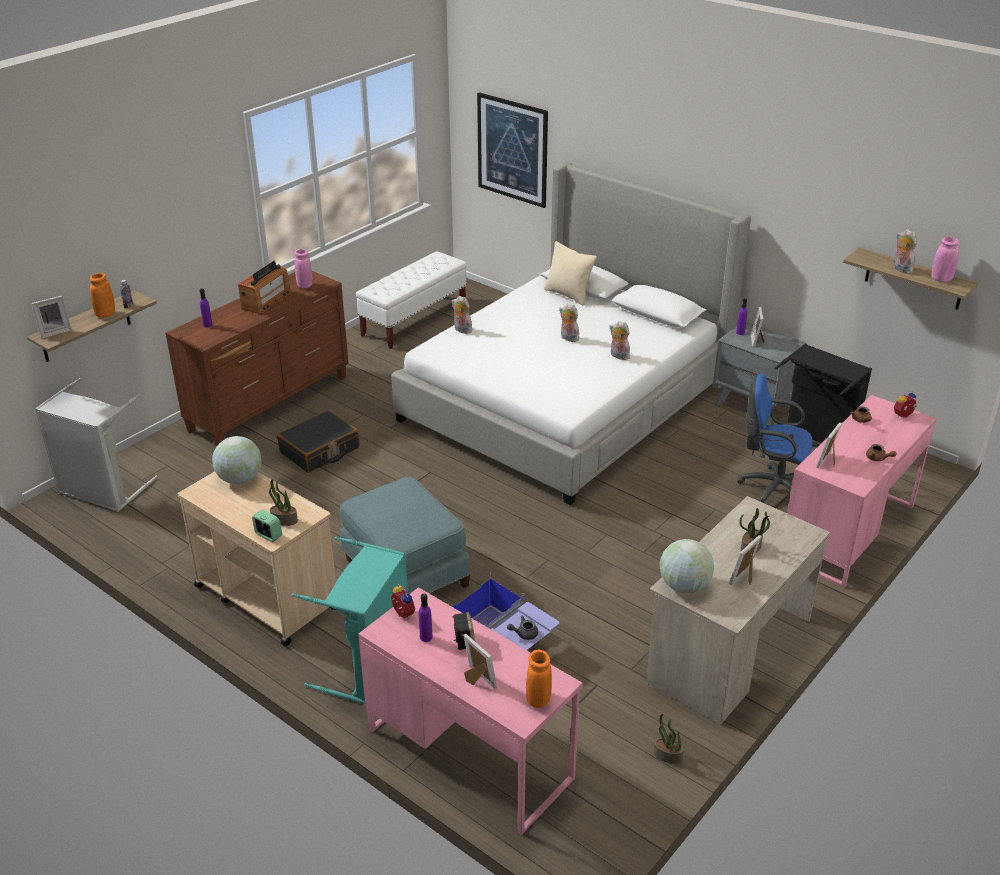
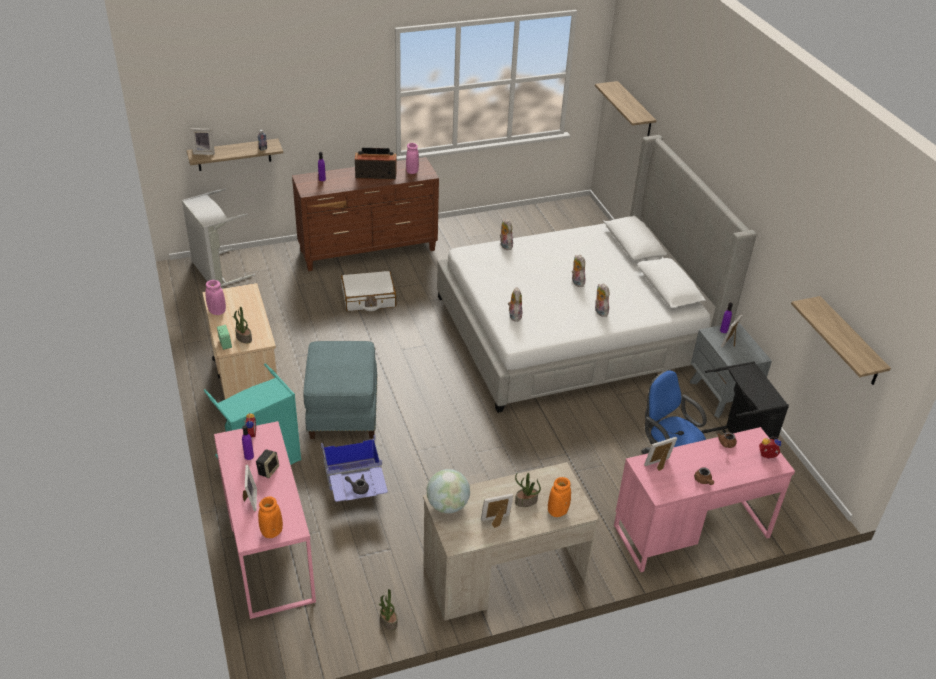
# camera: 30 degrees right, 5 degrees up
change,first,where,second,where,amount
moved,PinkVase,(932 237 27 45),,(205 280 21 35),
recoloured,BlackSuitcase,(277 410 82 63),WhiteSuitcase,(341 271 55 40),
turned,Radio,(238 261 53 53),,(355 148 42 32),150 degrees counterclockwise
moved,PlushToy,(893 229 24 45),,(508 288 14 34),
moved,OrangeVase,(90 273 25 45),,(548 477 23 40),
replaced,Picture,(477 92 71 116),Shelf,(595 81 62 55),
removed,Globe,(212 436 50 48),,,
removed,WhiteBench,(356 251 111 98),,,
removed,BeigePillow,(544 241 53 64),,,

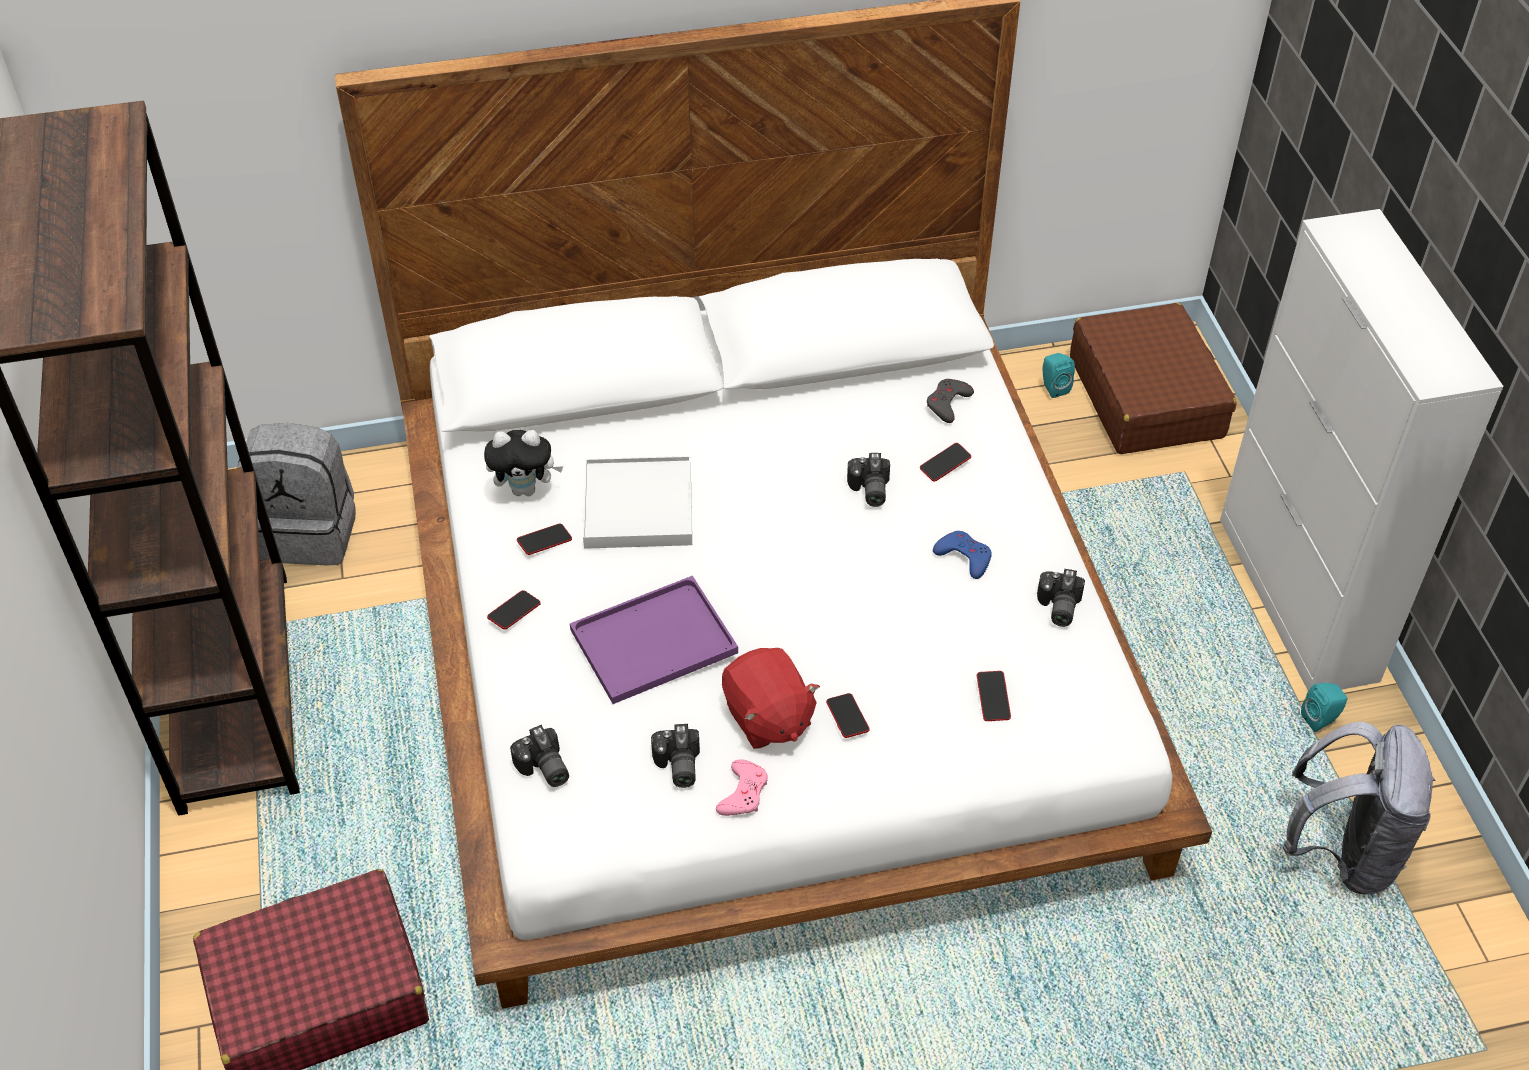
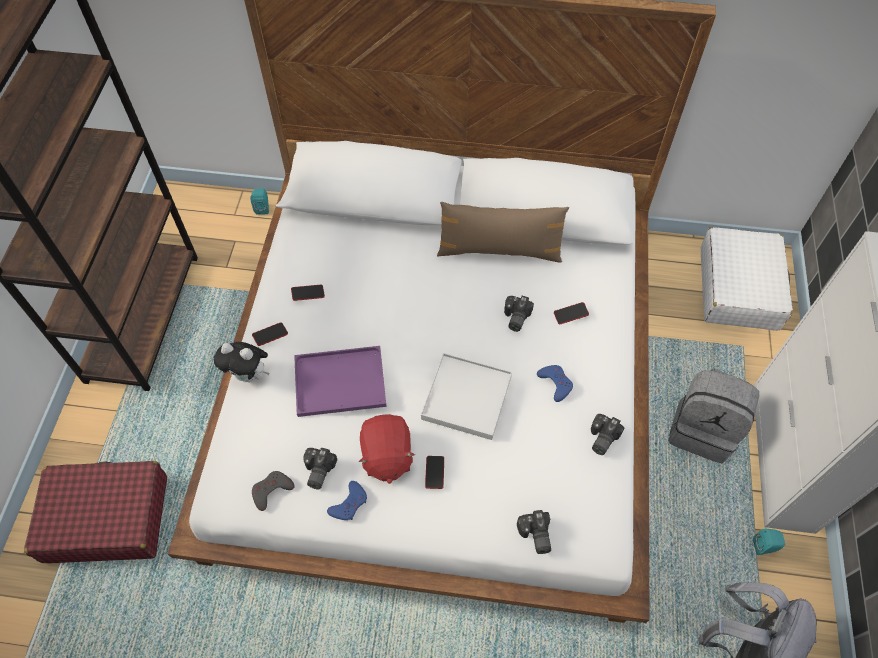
# camera: 20 degrees right, 10 degrees up
change,first,where,second,where,amount
moved,PlushToy,(484 430 79 66),,(214 342 55 40),
moved,TurquoiseSpeaker,(1043 353 32 45),,(250 189 19 26),
moved,GreyGameController,(927 379 47 44),,(252 471 43 40),
recoloured,PinkGameController,(716 759 52 57),BlueGameController,(327 481 40 39),
moved,WhiteTray,(583 456 109 93),,(421 353 91 87),
added,,,BrownPillow,(437 202 132 61),
moved,PhotoCamera,(510 725 59 62),,(517 510 34 44),
moved,GreyBackpack,(237 423 119 142),,(668 368 91 95),
recoloured,BrownSuitcase,(1070 303 167 151),WhiteSuitcase,(701 227 92 104),
removed,Phone,(977 671 34 50),,,

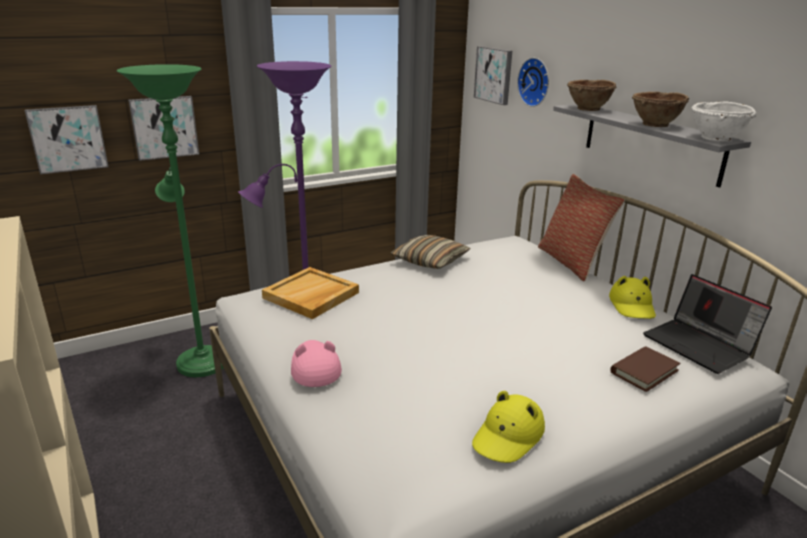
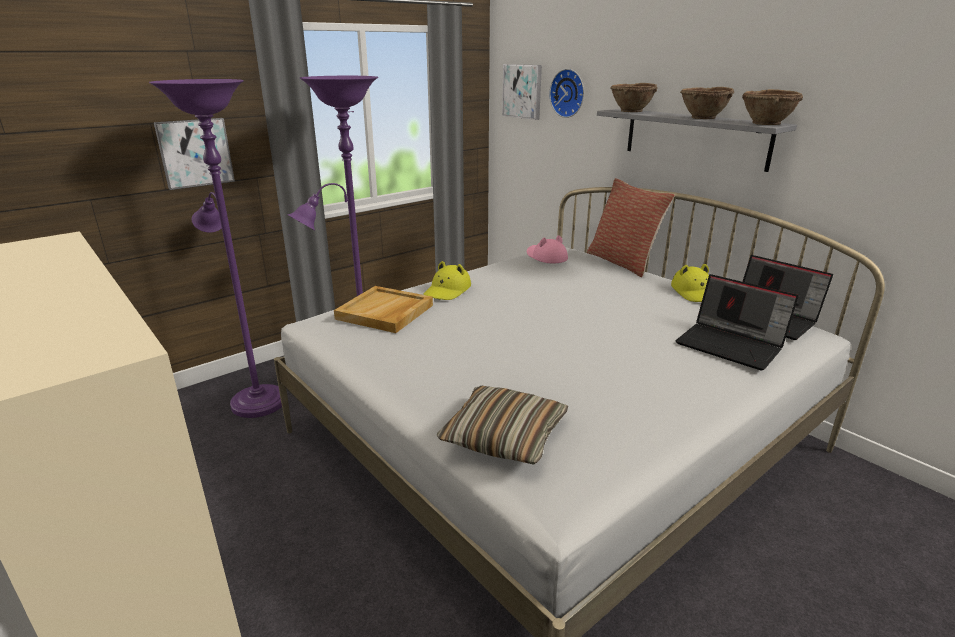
# camera: 10 degrees left, 0 degrees up
change,first,where,second,where,amount
recoloured,GreenFloorLamp,(117 64 106 313),PurpleFloorLamp,(149 79 133 339),
moved,YellowHat,(472 391 73 72),,(423 261 48 39),
moved,Pillow,(391 235 80 34),,(436 386 132 79),
moved,PinkHat,(291 340 51 47),,(527 235 41 28),
replaced,BrownBook,(610 346 71 46),Laptop,(676 274 123 97),
recoloured,WhiteBowl,(691 101 65 40),BrownBowl,(742 89 61 36),
removed,Picture,(25 105 83 69),,,

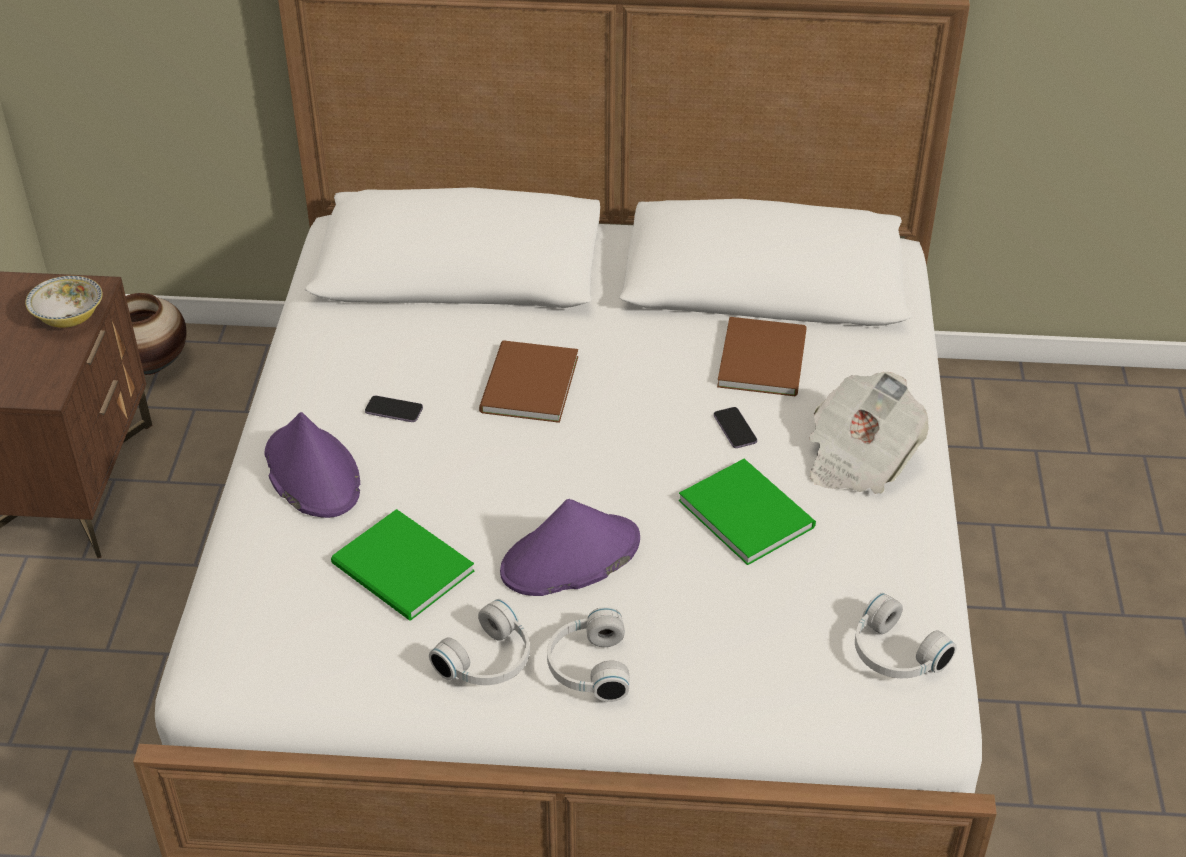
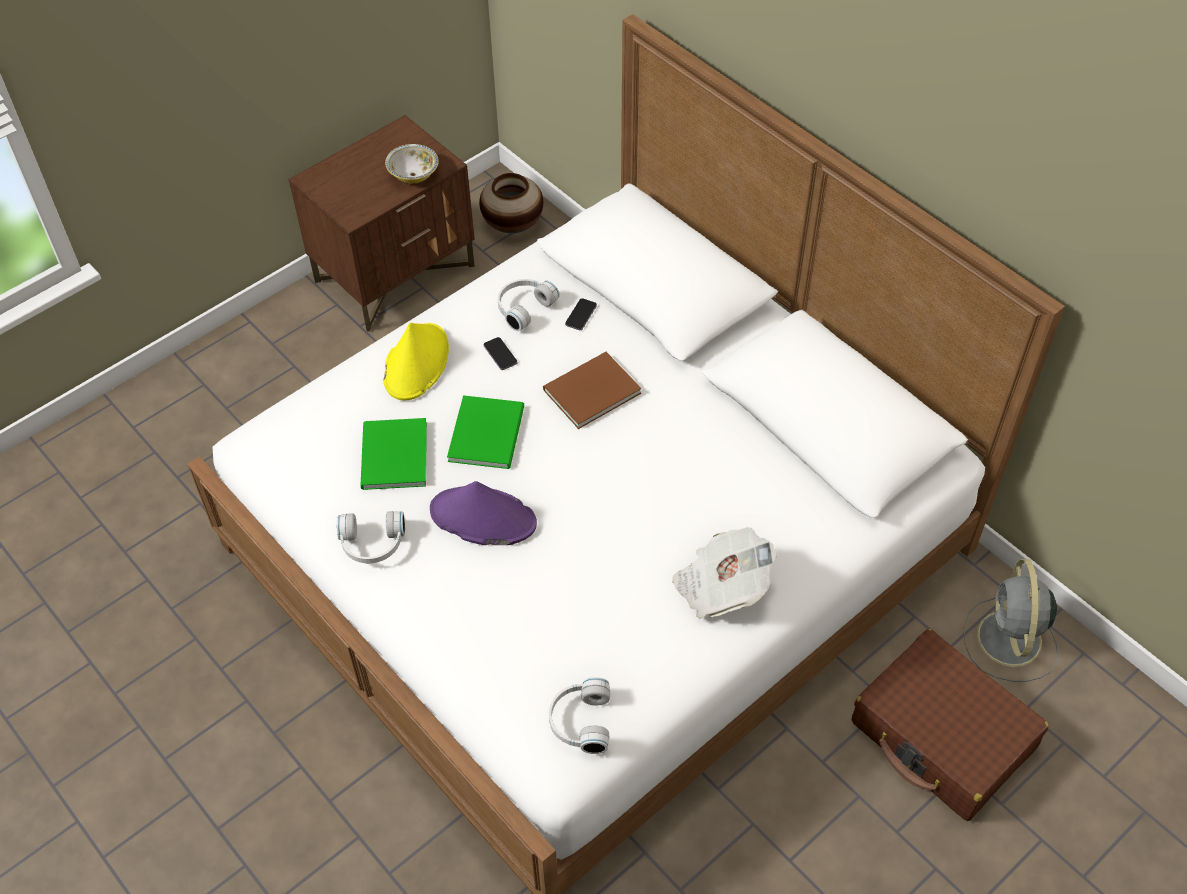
# camera: 45 degrees right, 10 degrees up
change,first,where,second,where,amount
recoloured,PurpleHat,(264 412 96 106),YellowHat,(383 323 66 77),
moved,GreenBook,(679 459 137 106),,(447 395 77 74),
moved,WhiteHeadphones,(547 607 83 95),,(498 279 62 52),
moved,Phone,(714 407 43 41),,(565 298 32 32),
added,,,BrownSuitcase,(852 629 197 192),
added,,,GreyFan,(964 559 95 122),
removed,BrownBook,(717 317 90 79),,,

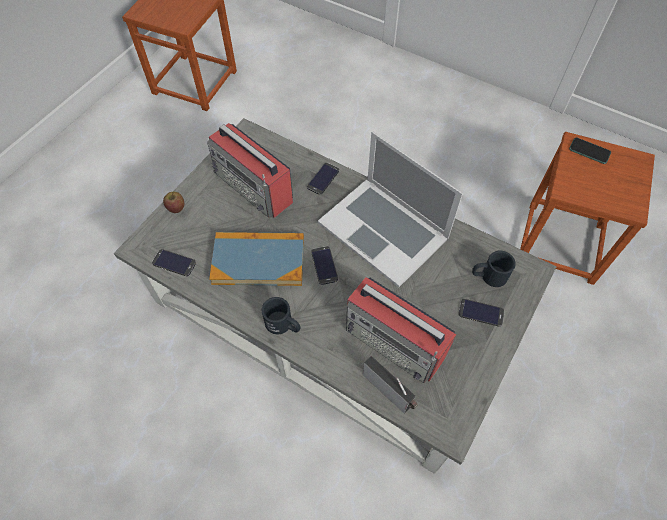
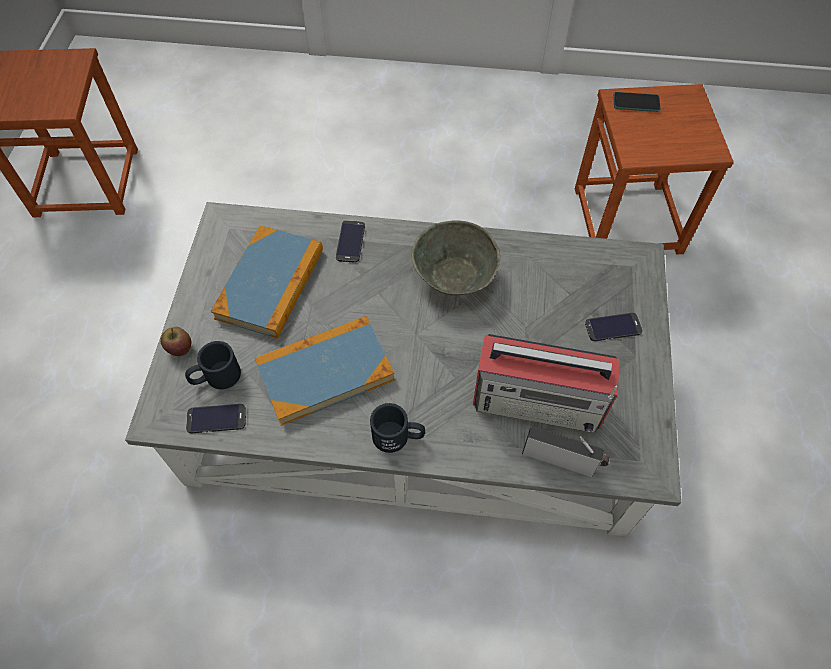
# camera: 25 degrees left, 0 degrees up
change,first,where,second,where,amount
moved,BlackMug,(472 251 44 36),,(185 341 56 48),
replaced,Radio,(207 123 86 95),Book,(211 226 112 113),
replaced,Laptop,(318 131 145 157),GreyBowl,(411 220 89 76),
removed,Phone,(311 246 27 39),,,

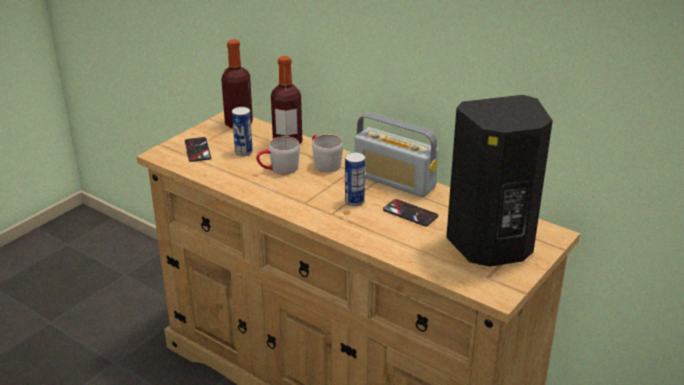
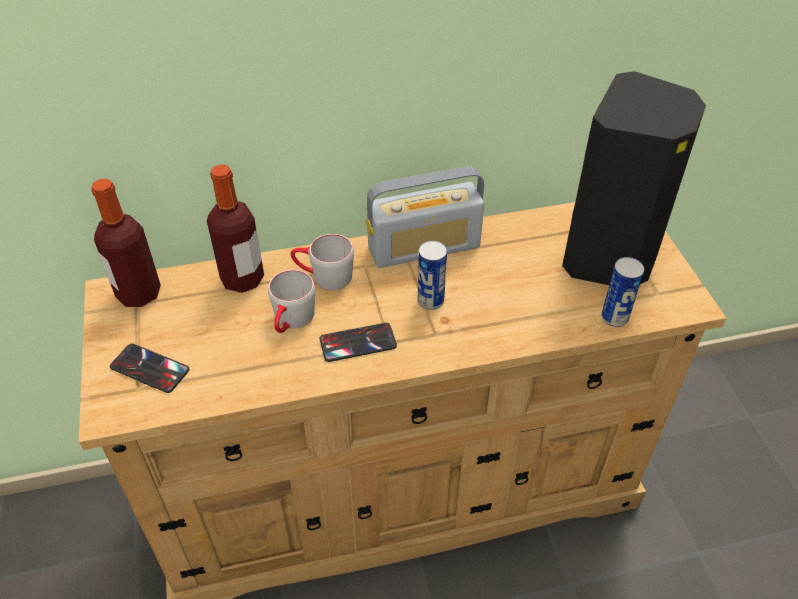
# camera: 50 degrees left, 15 degrees up
change,first,where,second,where,amount
moved,Phone,(383 199 55 27),,(319 323 78 39),
moved,Can,(232 107 21 49),,(601 257 43 70),

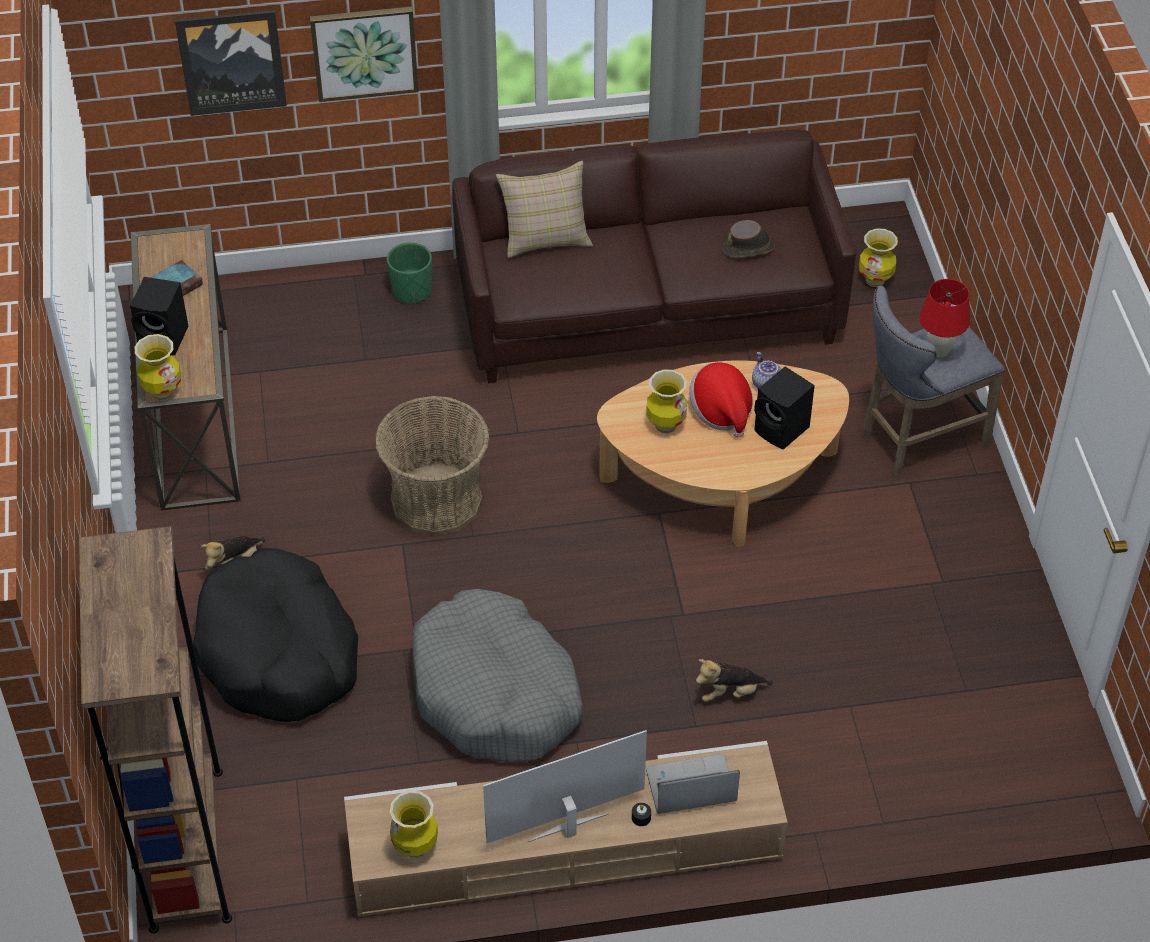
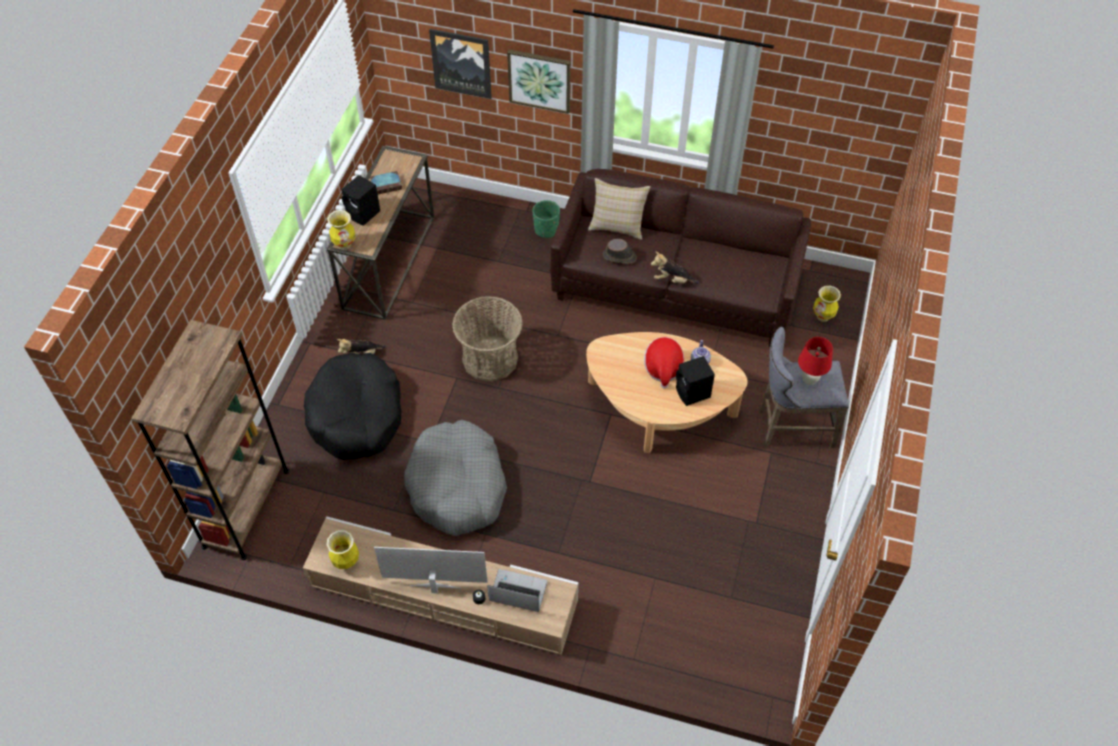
# camera: 25 degrees right, 5 degrees up
change,first,where,second,where,amount
moved,BrownHat,(722 220 53 38),,(603 239 33 25),
moved,PlushToy,(696 659 77 43),,(651 252 48 32),
removed,Vase,(646 369 41 64),,,

